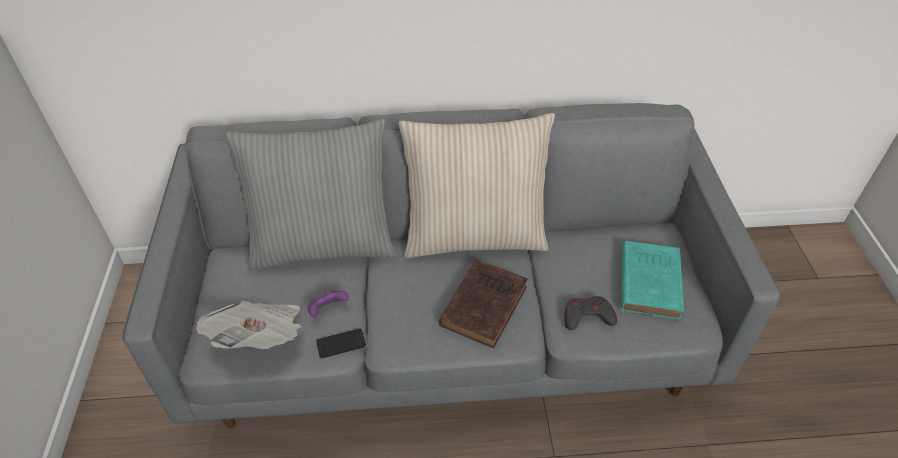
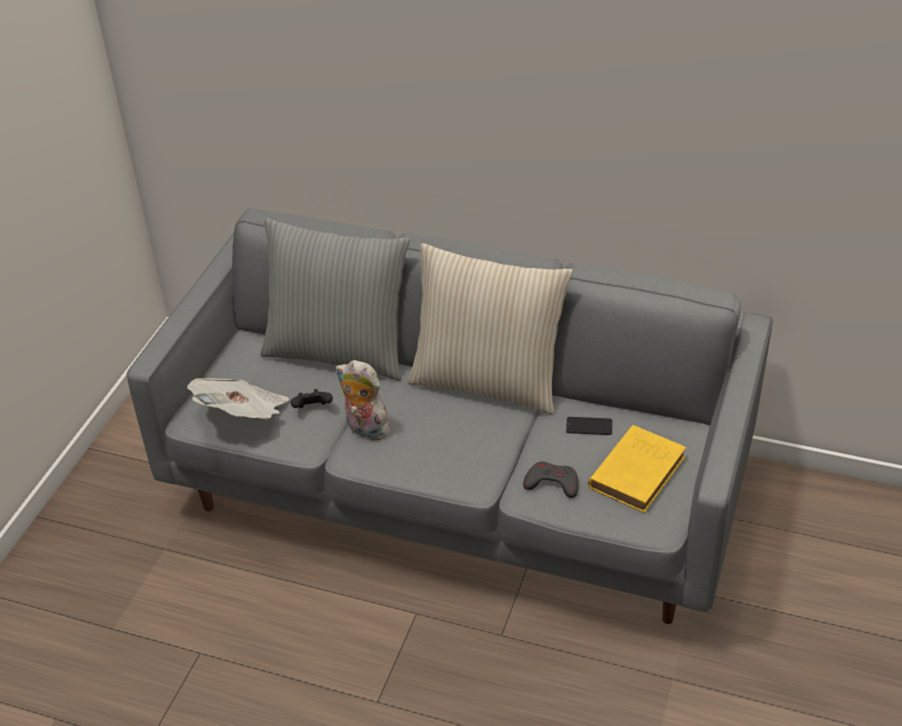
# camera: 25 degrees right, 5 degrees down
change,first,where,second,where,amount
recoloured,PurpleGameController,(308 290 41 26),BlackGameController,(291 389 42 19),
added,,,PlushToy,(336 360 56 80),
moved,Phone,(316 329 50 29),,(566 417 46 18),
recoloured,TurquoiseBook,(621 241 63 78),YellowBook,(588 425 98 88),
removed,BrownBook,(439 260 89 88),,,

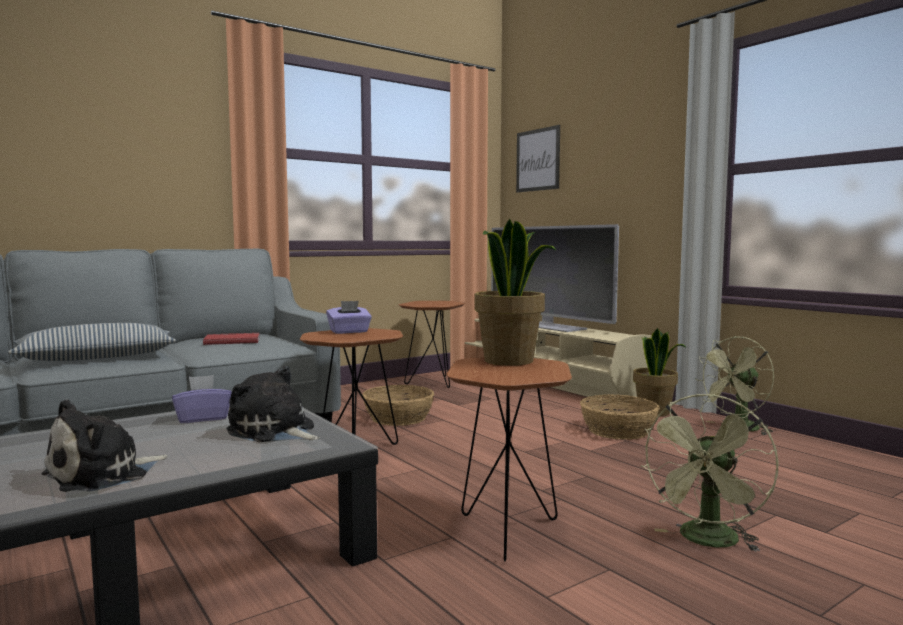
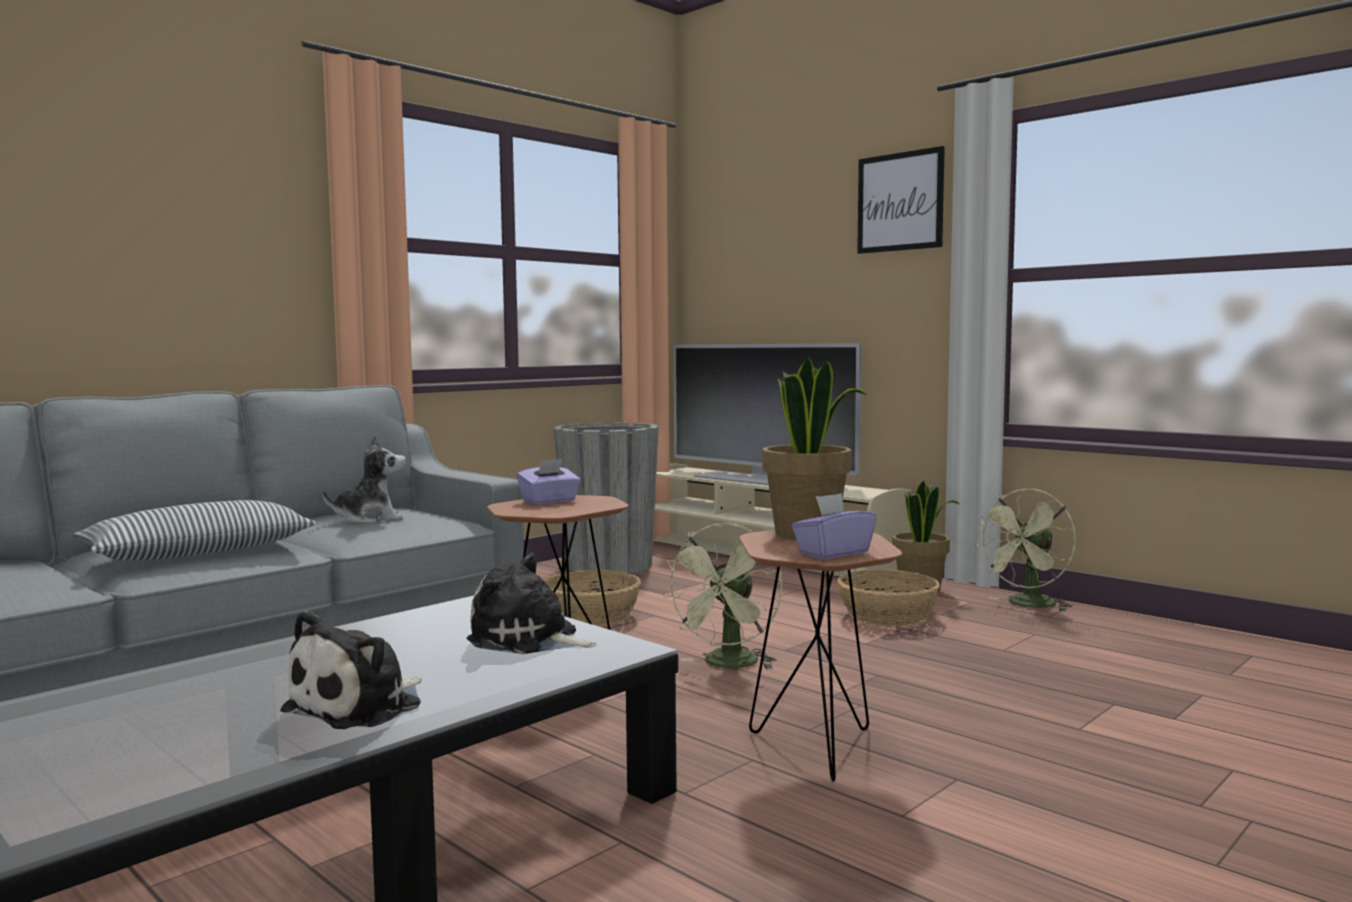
# camera: 10 degrees left, 0 degrees up
change,first,where,second,where,amount
replaced,RedBook,(203 333 57 12),PlushToy,(322 435 84 89),
replaced,BrownSideTable,(399 301 66 87),GreyPlanter,(553 422 106 152),
moved,GreenFan,(640 394 138 158),,(664 523 118 146),
moved,PurpleTissueBox,(172 375 60 48),,(792 493 85 66),
moved,Picture,(516 125 44 67),,(857 146 88 108),

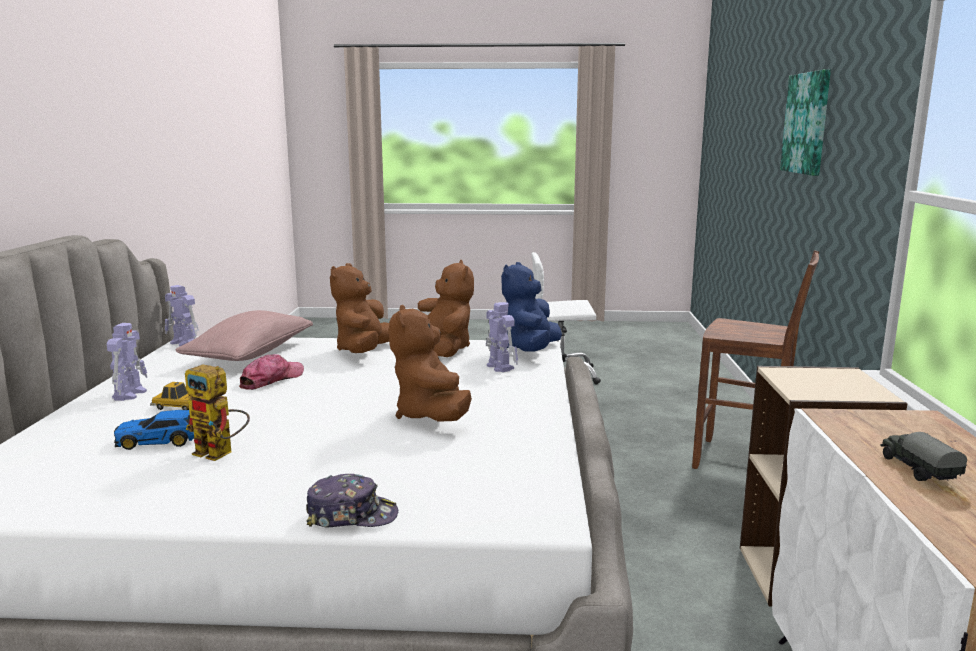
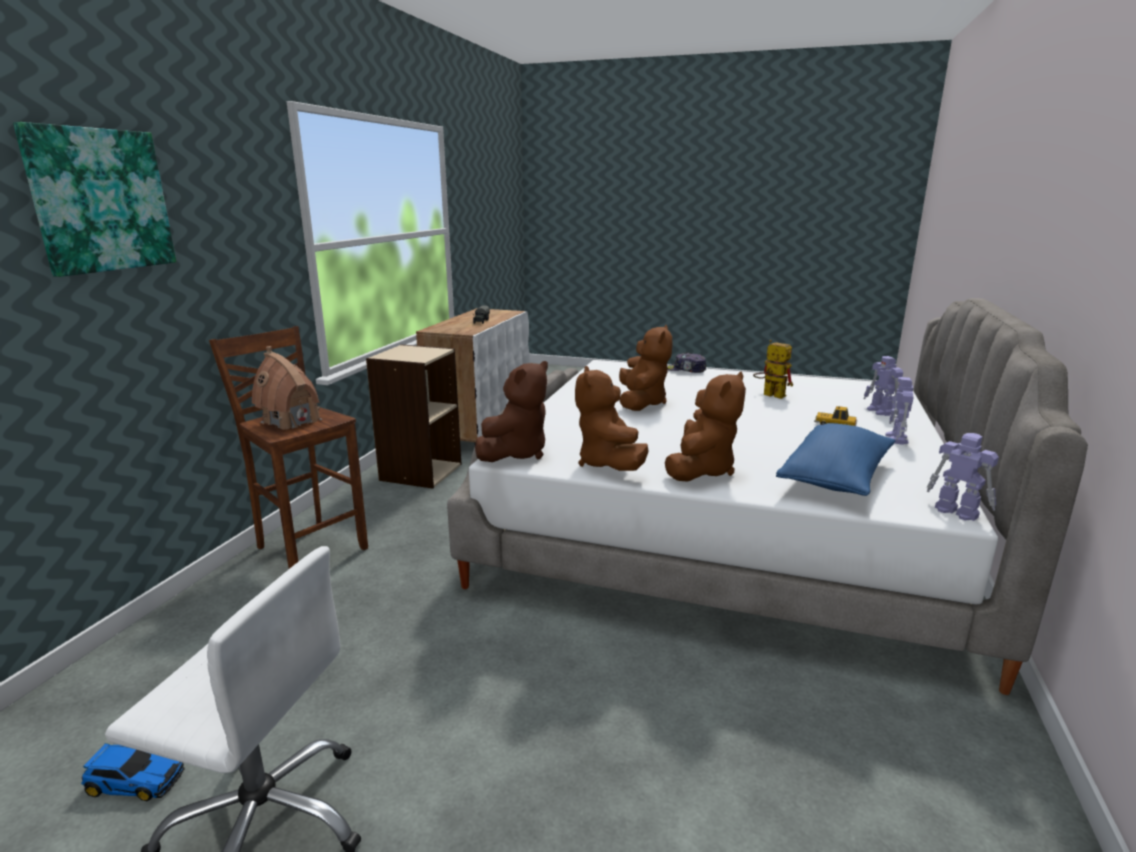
# camera: 165 degrees left, 5 degrees up
change,first,where,second,where,amount
moved,ToyCar,(114 410 80 40),,(81 743 104 58),
added,,,ToyHouse,(252 346 70 84),
recoloured,BluePlushToy,(501 262 61 90),BrownPlushToy,(475 361 73 101),
recoloured,PinkPillow,(175 310 138 51),BluePillow,(776 423 119 73),
moved,ToyRobot,(486 302 32 70),,(864 356 39 60),
removed,Cap,(239 354 65 36),,,

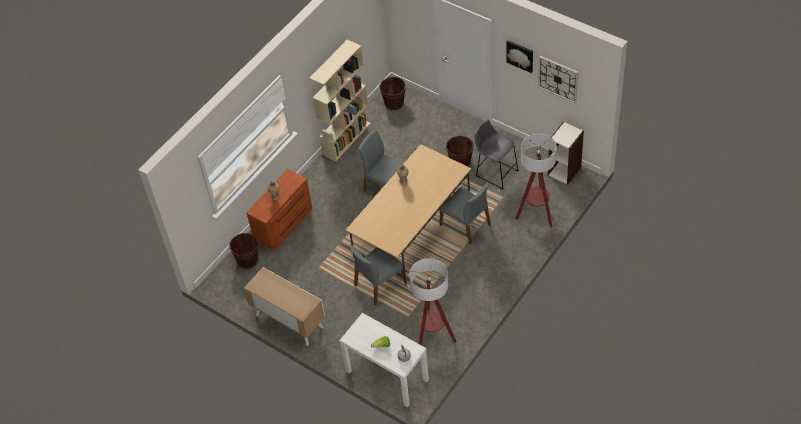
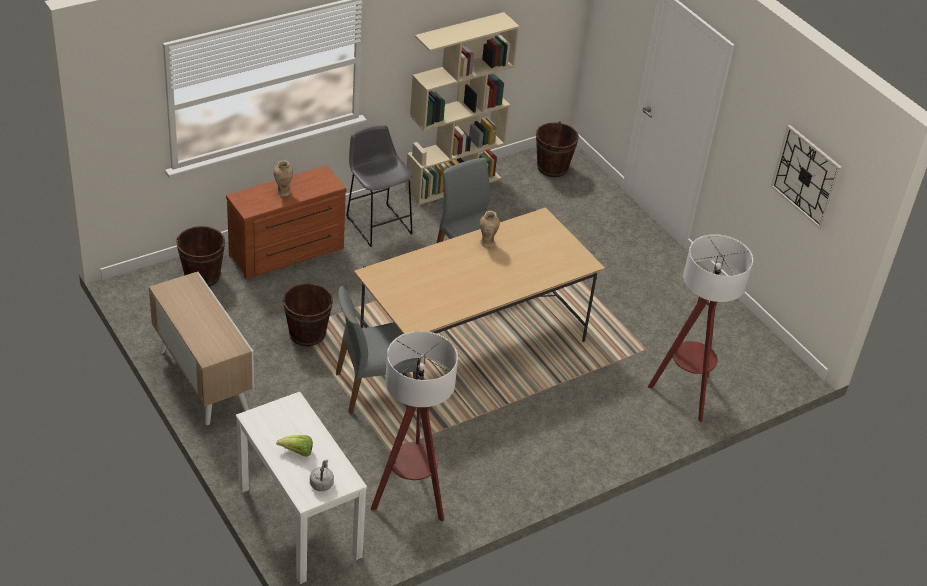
# camera: 15 degrees right, 10 degrees down
change,first,where,second,where,amount
moved,BrownBucket,(446 136 27 31),,(283 283 50 64),
moved,GreyStool,(475 120 44 70),,(346 125 67 122),
removed,GreyChair,(440 182 51 62),,,
removed,Picture,(506 40 27 33),,,
removed,Bookcase,(548 122 36 63),,,

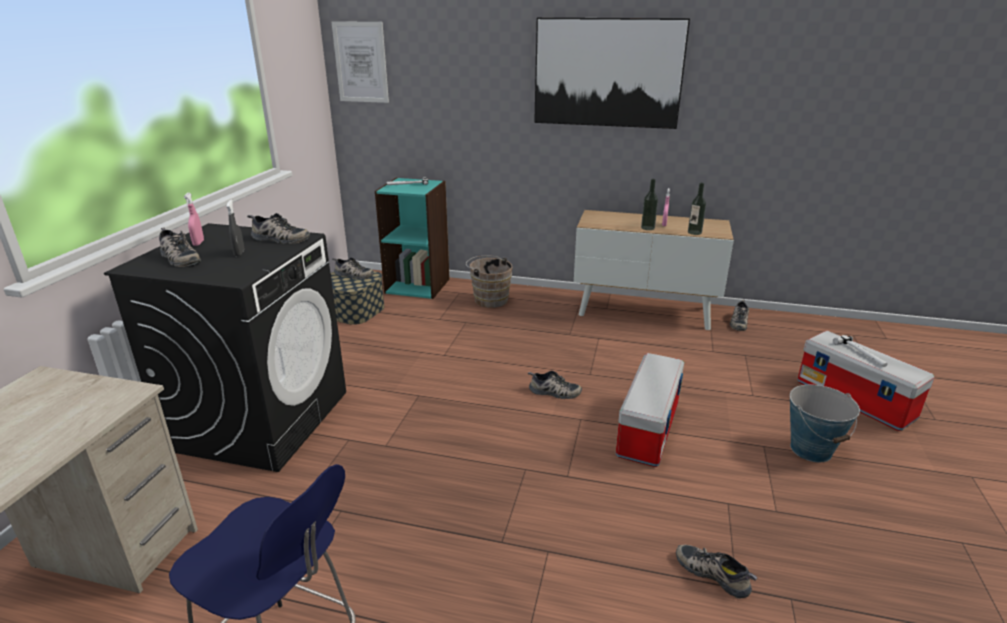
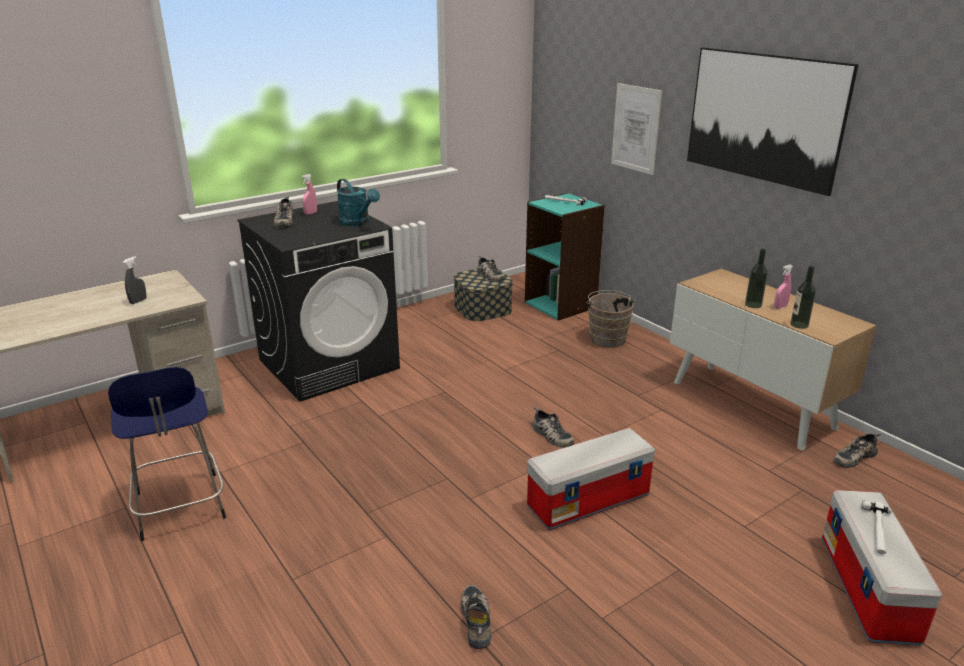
# camera: 40 degrees right, 0 degrees up
change,first,where,second,where,amount
moved,GreySprayBottle,(226 199 18 57),,(123 256 23 48),
replaced,Shoe,(247 213 63 31),TurquoiseWateringCan,(337 179 43 47),
moved,Picture,(331 21 58 82),,(611 83 51 92),
removed,Bucket,(790 385 70 77),,,

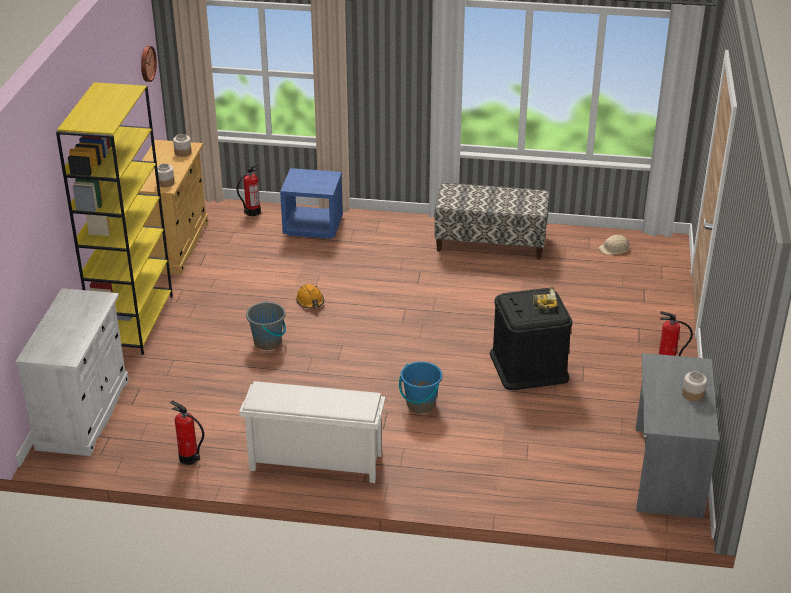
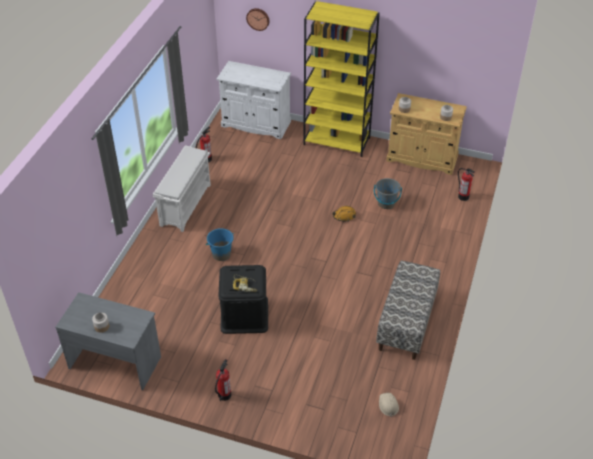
# camera: 100 degrees right, 10 degrees up
change,first,where,second,where,amount
moved,WallClock,(141 46 16 36),,(246 8 24 23),
moved,GreyBucket,(246 301 40 49),,(374 178 28 31),
removed,BlueNightstand,(280 168 63 71),,,

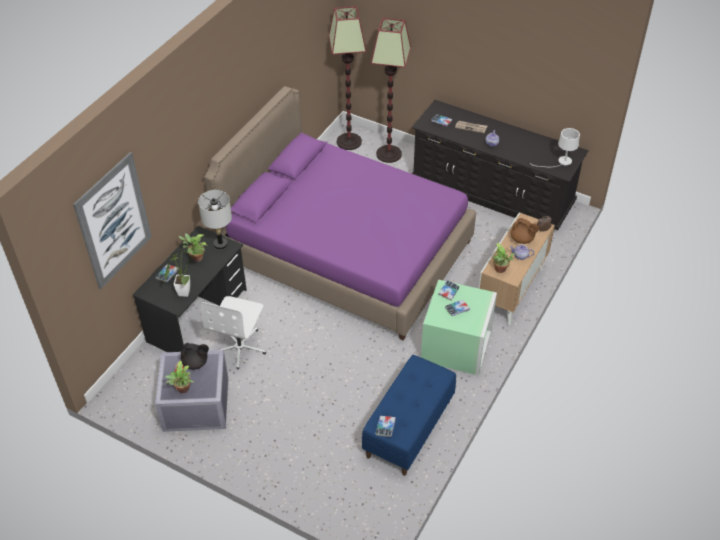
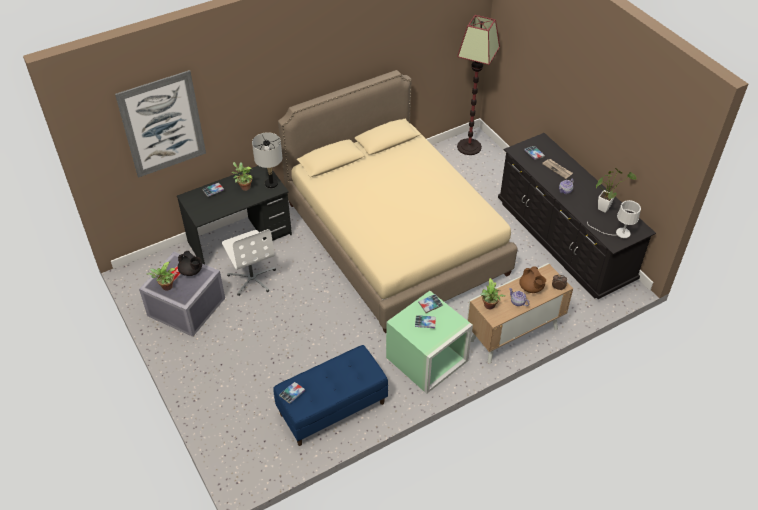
# camera: 30 degrees right, 0 degrees up
change,first,where,second,where,amount
turned,WhiteOfficeChair,(201 296 65 74),,(222 229 54 67),75 degrees counterclockwise
recoloured,PurpleBed,(204 86 272 255),BeigeBed,(278 70 240 263),
moved,PottedPlant,(165 248 38 49),,(596 168 40 45),
removed,FloorLamp,(371 18 40 145),,,

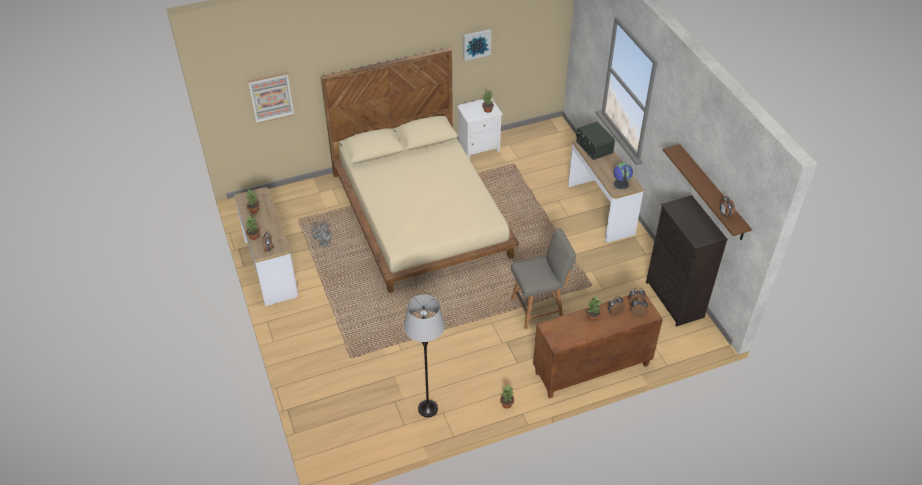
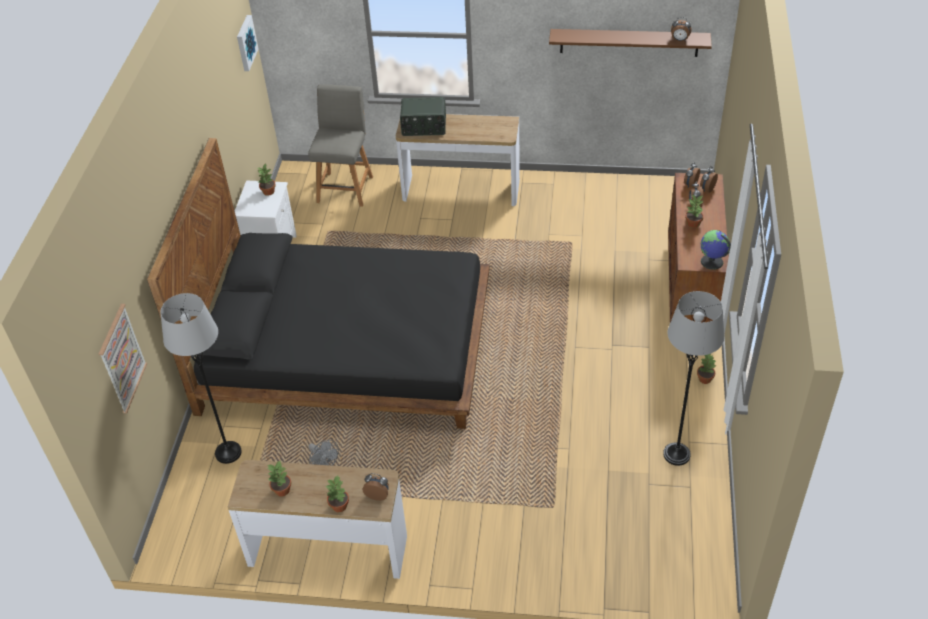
# camera: 60 degrees left, 0 degrees up
change,first,where,second,where,amount
recoloured,BeigeBed,(321 48 198 245),BlackBed,(147 138 343 291),
added,,,GreyFloorLamp,(161 293 81 171),
moved,Picture,(463 29 28 32),,(237 15 21 56),
moved,GreyChair,(511 228 65 101),,(308 84 65 123),
moved,Globe,(614 162 19 28),,(701 230 30 40),
removed,BlackDresser,(646 195 82 132),,,

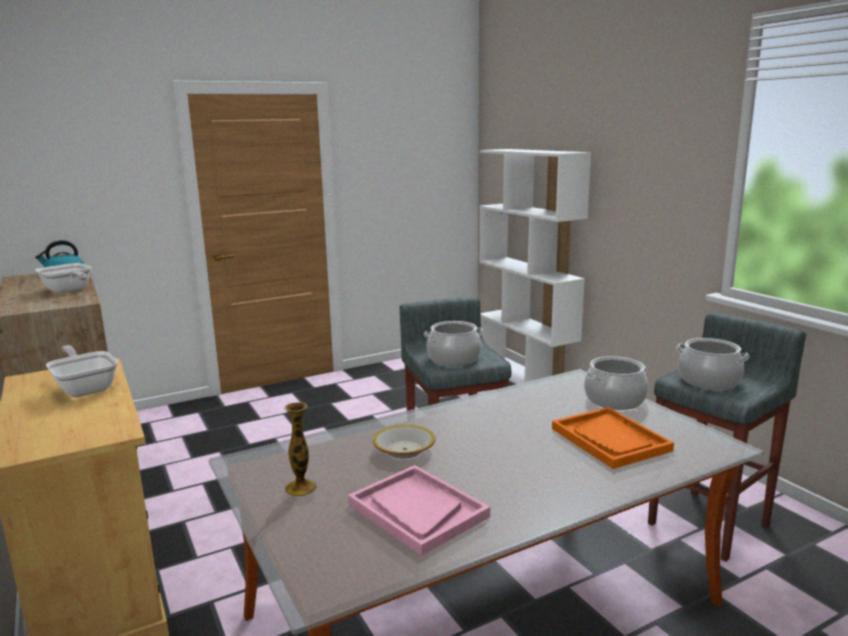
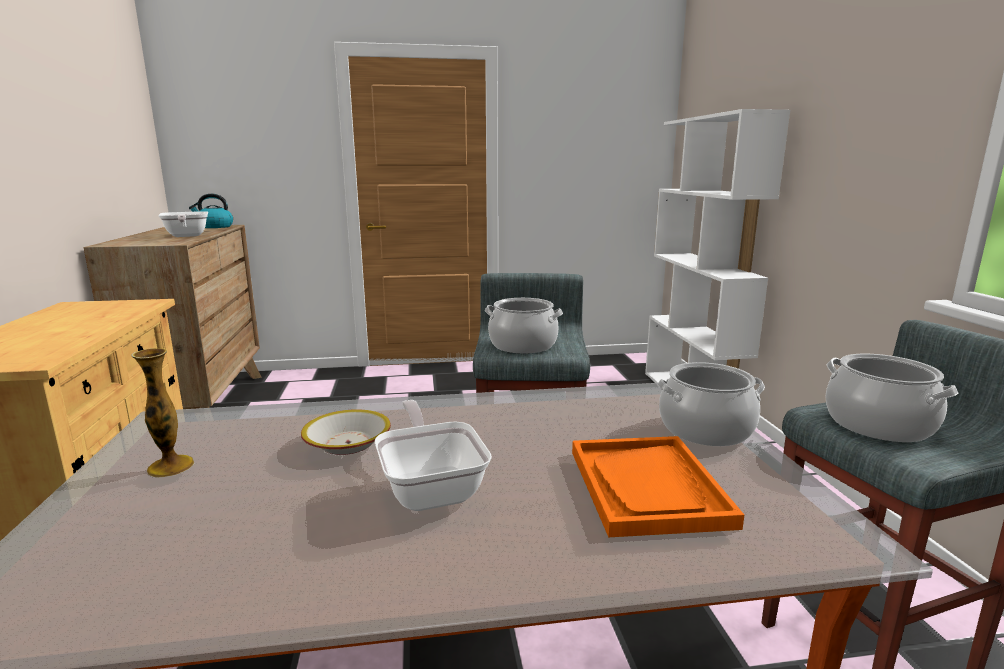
# camera: 20 degrees right, 0 degrees up
change,first,where,second,where,amount
moved,FryingPan,(46 345 72 52),,(375 400 117 111),
removed,PinkTray,(348 465 142 91),,,

